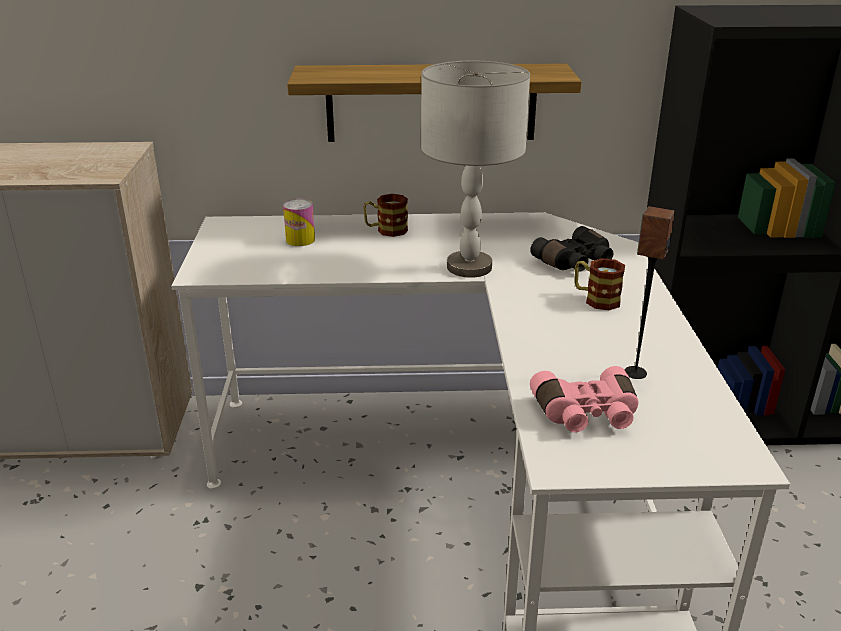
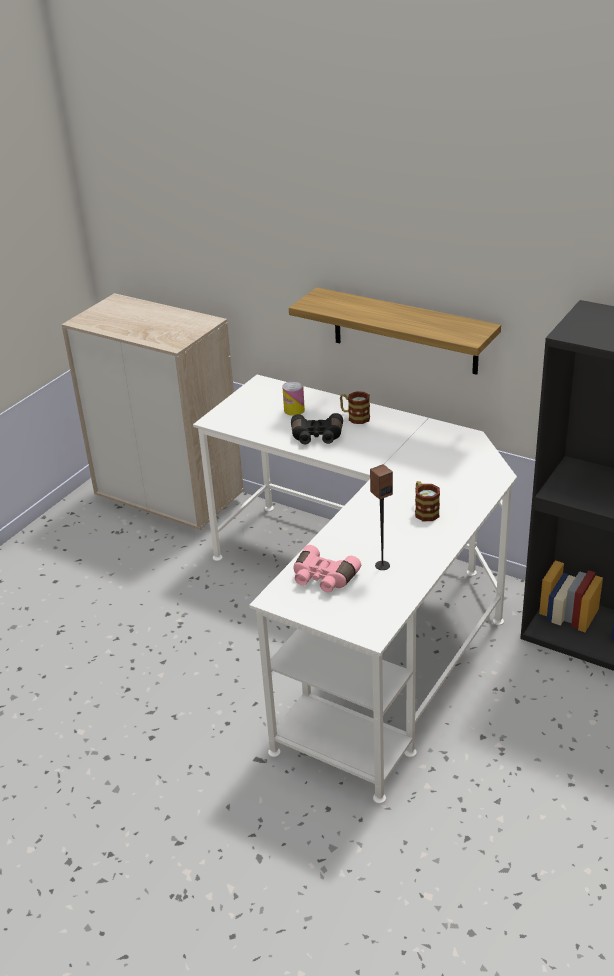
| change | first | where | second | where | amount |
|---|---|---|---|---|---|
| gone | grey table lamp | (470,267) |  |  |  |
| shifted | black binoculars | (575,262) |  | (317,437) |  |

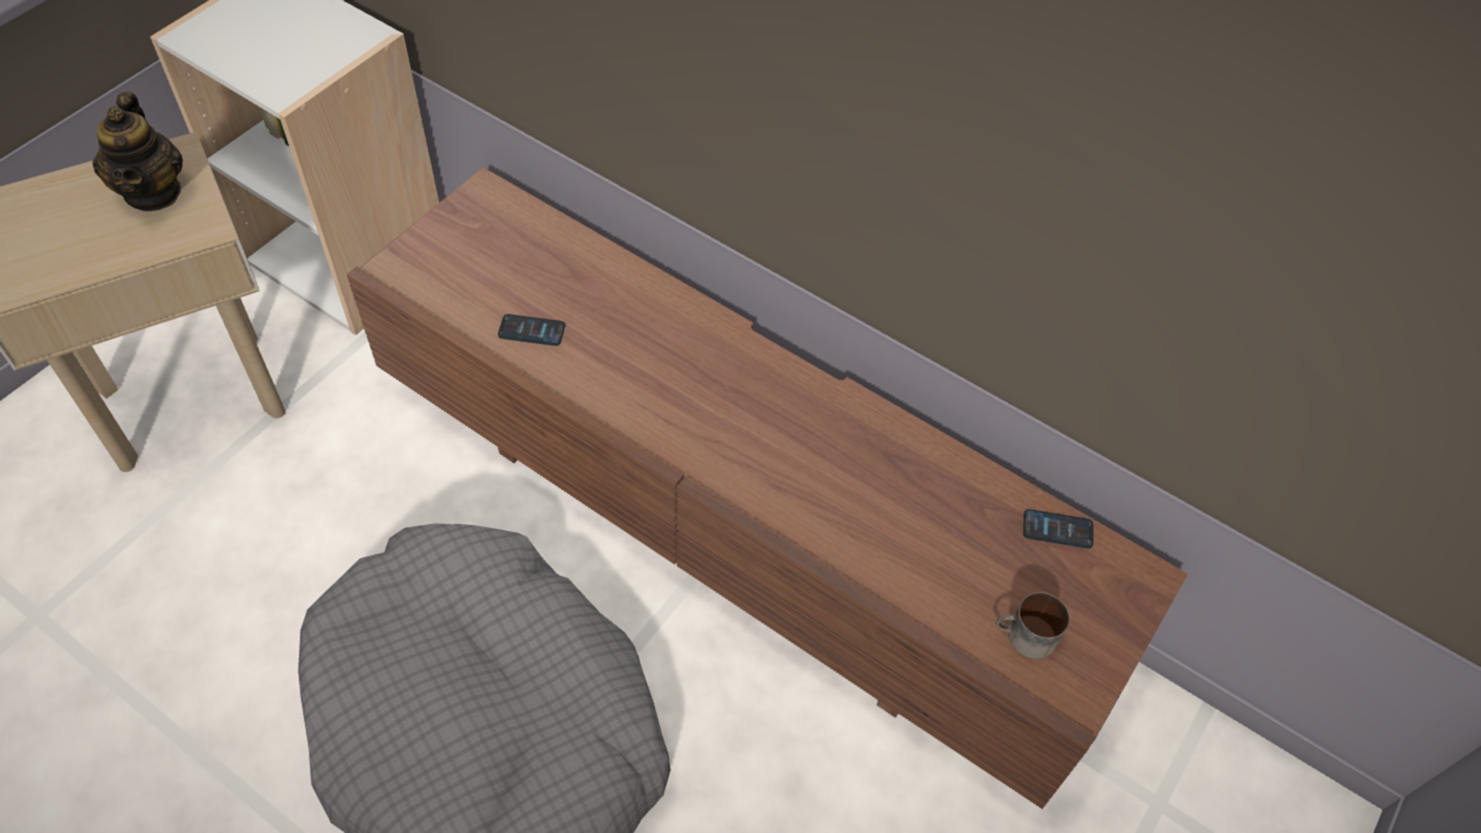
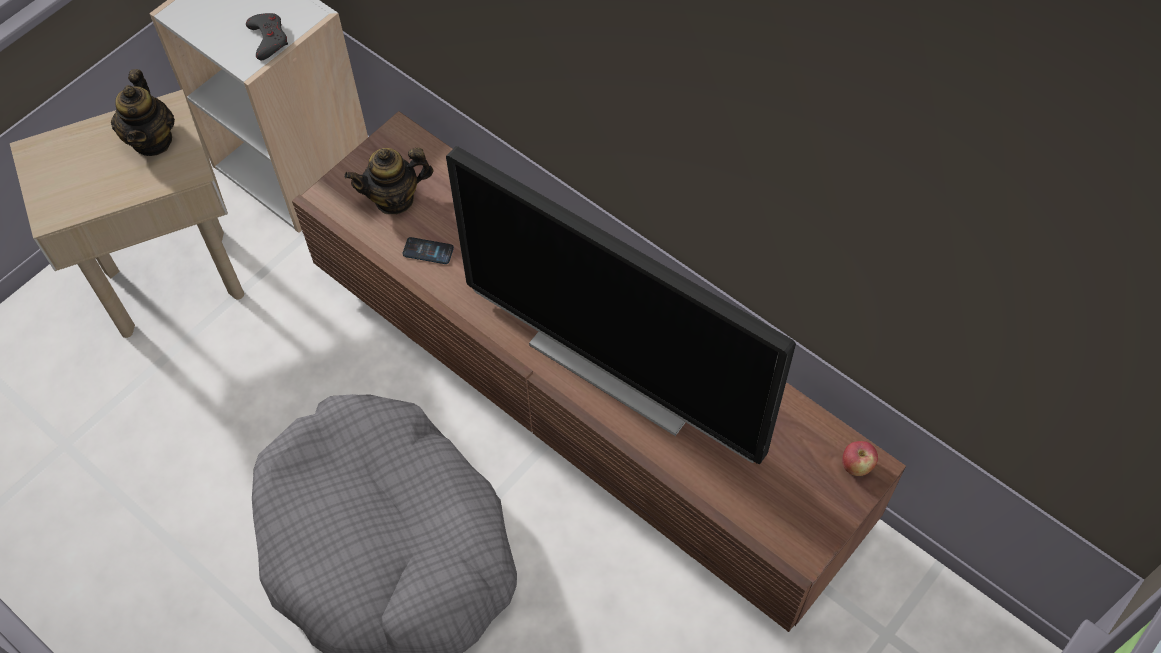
| change | first | where | second | where | amount |
|---|---|---|---|---|---|
| gone | mug | (1025,637) |  |  |  |
| gone | phone | (1057,529) |  |  |  |
| new |  |  | grey game controller | (268,39) |  |
| new |  |  | teapot | (394,199) |  |
| new |  |  | television | (616,369) |  |
| new |  |  | apple | (856,466) |  |

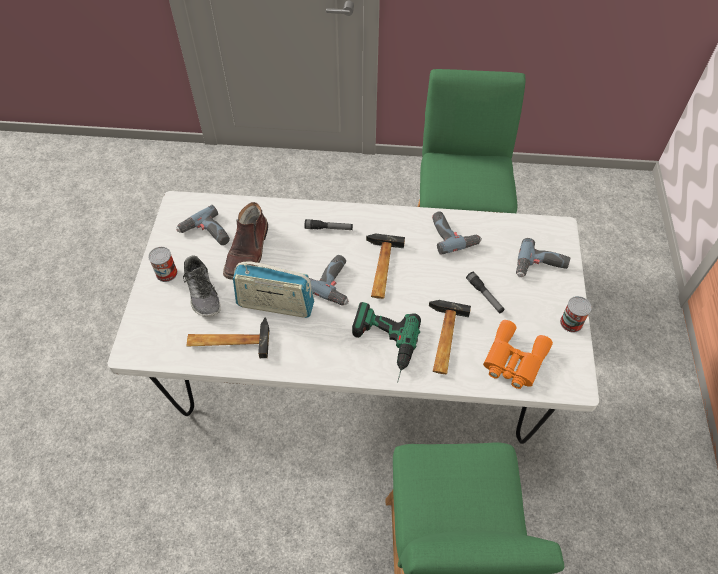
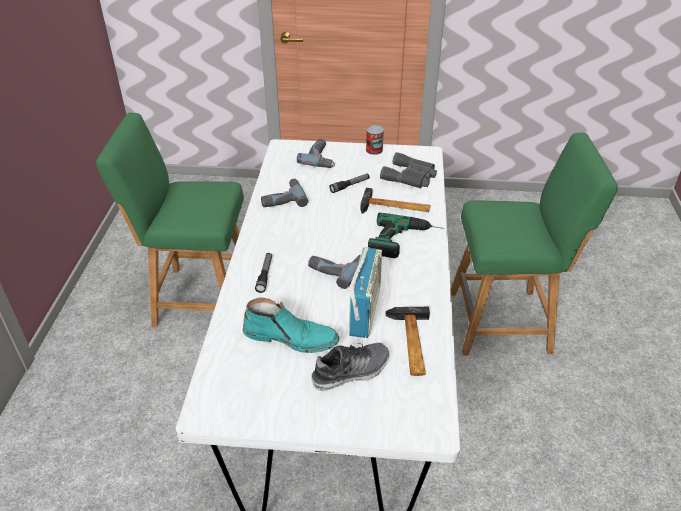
| change | first | where | second | where | amount |
|---|---|---|---|---|---|
| gone | can | (166,273) |  |  |  |
| gone | power drill | (206,234) |  |  |  |
| repainted | brown boot | (248,251) | turquoise boot | (291,337) |  |
| gone | hammer | (380,269) |  |  |  |
| repainted | orange binoculars | (513,360) | grey binoculars | (410,177) |  |

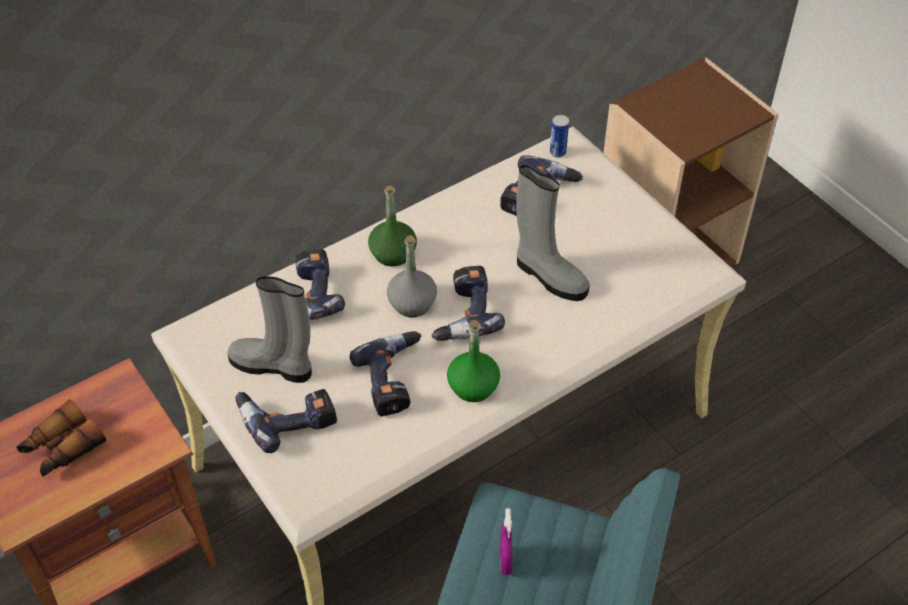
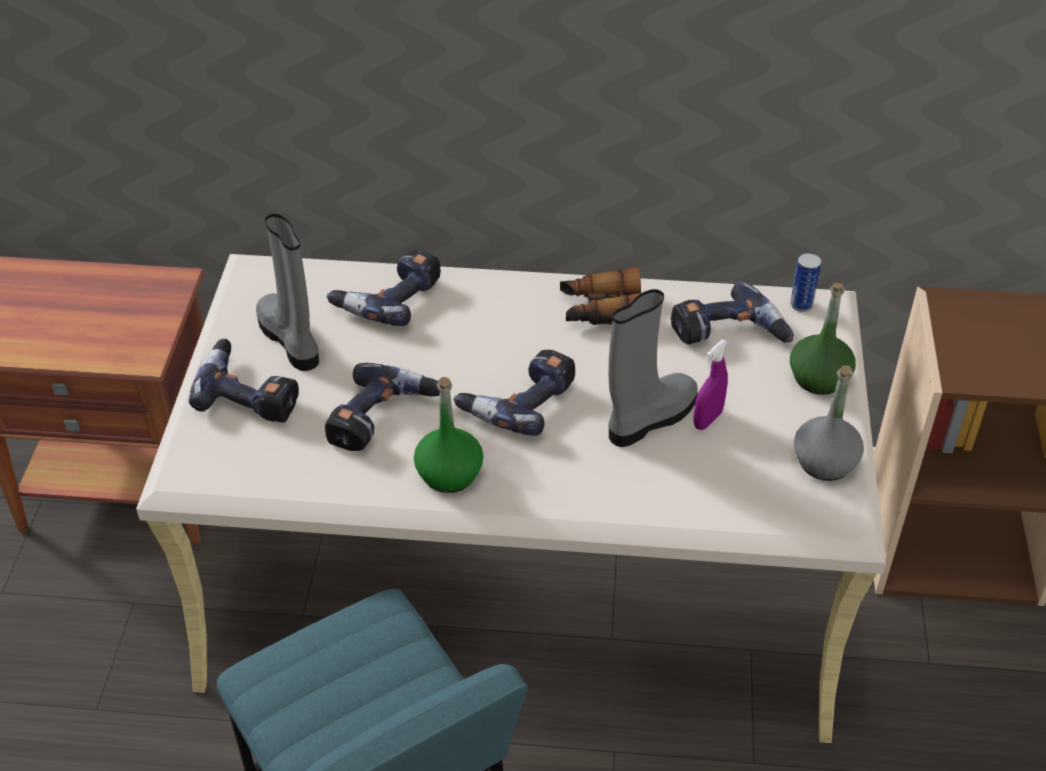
| change | first | where | second | where | amount |
|---|---|---|---|---|---|
| shifted | binoculars | (62,448) |  | (601,310) |  |
| shifted | green bottle | (392,253) |  | (818,378) |  |
| shifted | grey bottle | (412,303) |  | (825,462) |  |
| shifted | purple spray bottle | (505,561) |  | (707,419) |  |
| rotated | grey boot | (549,276) |  | (649,418) | 120 degrees counterclockwise |

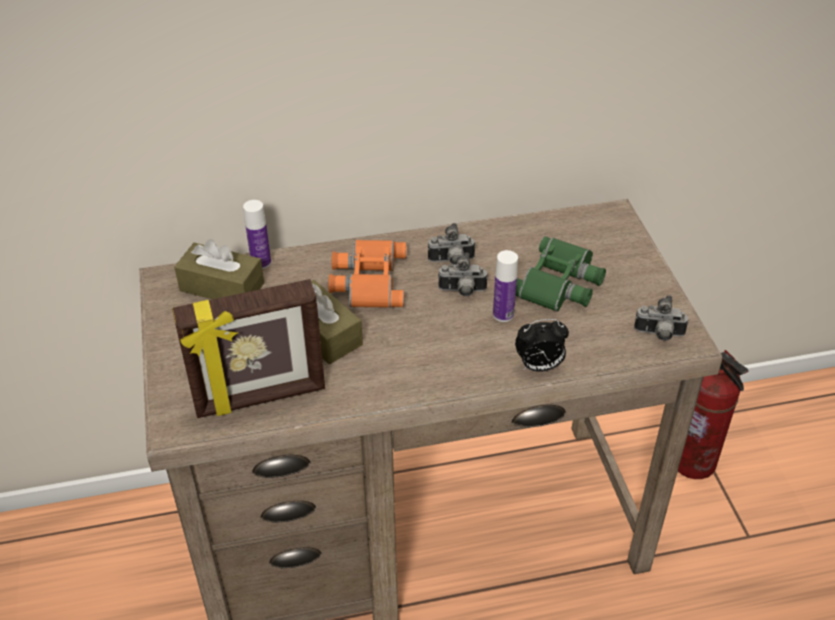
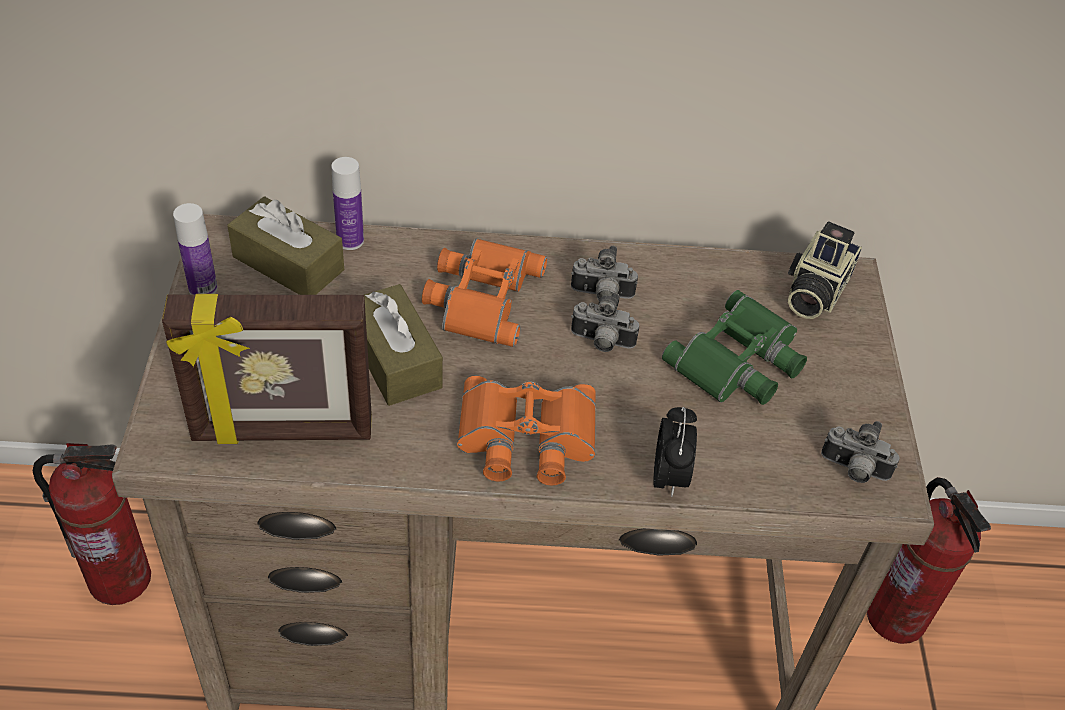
| change | first | where | second | where | amount |
|---|---|---|---|---|---|
| shifted | bottle | (503,314) |  | (203,288) |  |
| rotated | alarm clock | (539,366) |  | (669,477) | 90 degrees counterclockwise |
| new |  |  | fire extinguisher | (121,577) |  |
| new |  |  | orange binoculars | (525,439) |  |
| new |  |  | photo camera | (813,292) |  |

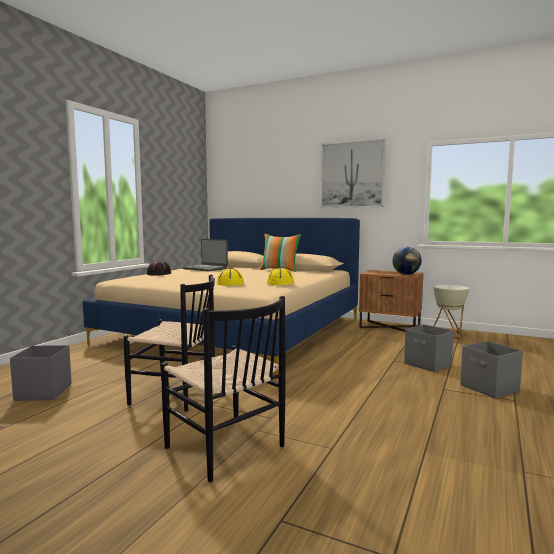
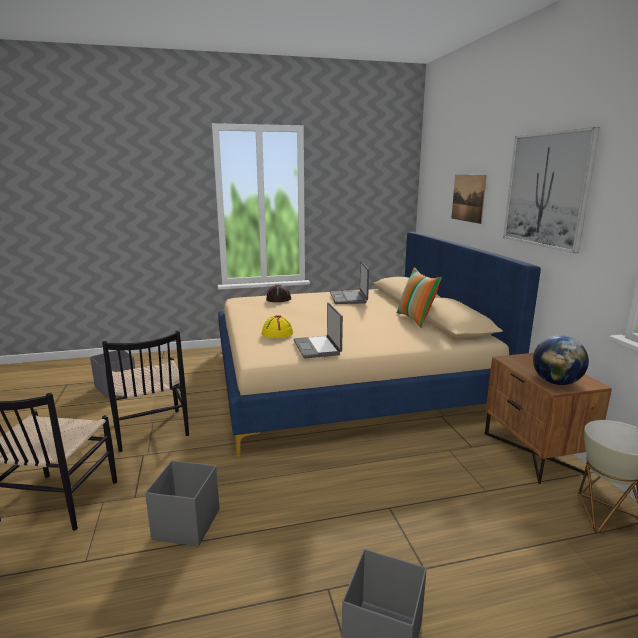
| change | first | where | second | where | amount |
|---|---|---|---|---|---|
| swapped | yellow hat | (280,283) | laptop | (318,348) |  |
| shifted | grey storage box | (428,364) |  | (186,525) |  |
| new |  |  | picture | (468,198) |  |

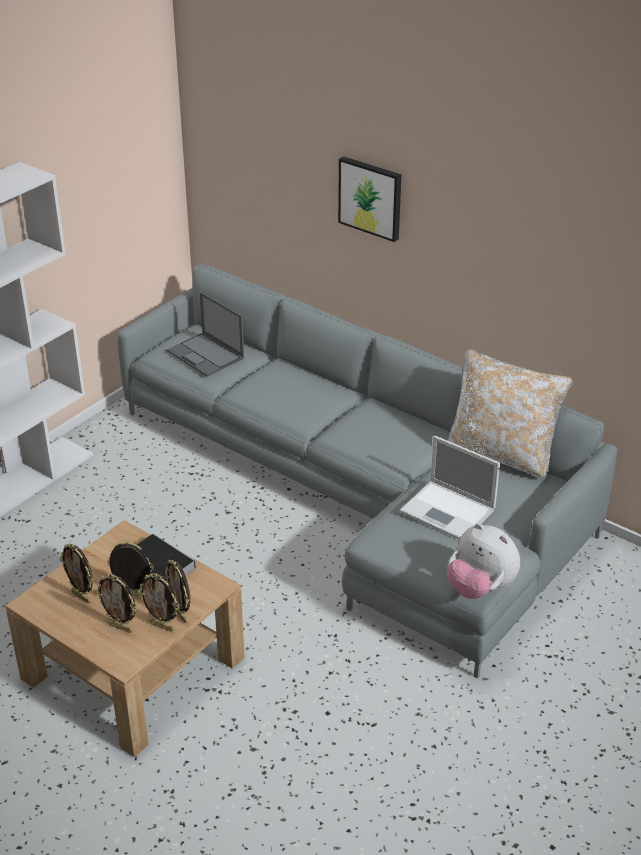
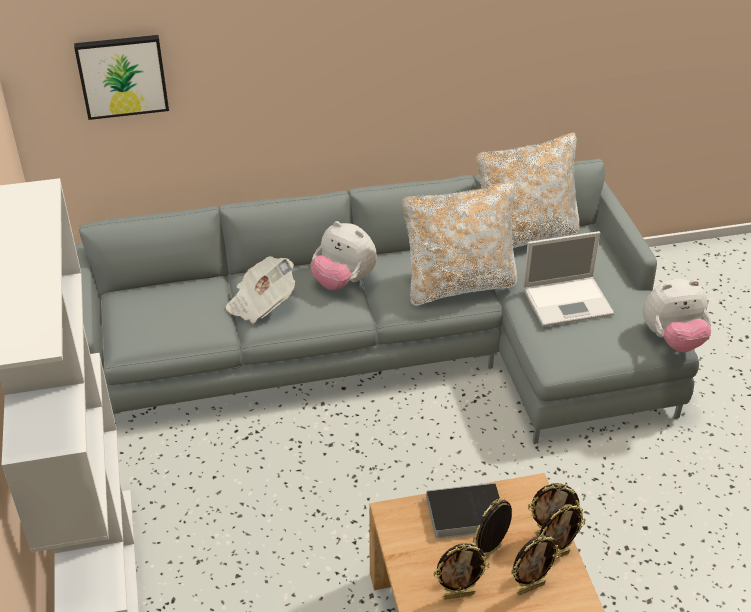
| change | first | where | second | where | amount |
|---|---|---|---|---|---|
| gone | laptop | (206,355) |  |  |  |
| shifted | picture | (371,197) |  | (122,75) |  |
| new |  |  | newspaper | (261,304) |  |
| new |  |  | plush toy | (343,281) |  |
| new |  |  | white pillow | (460,287) |  |

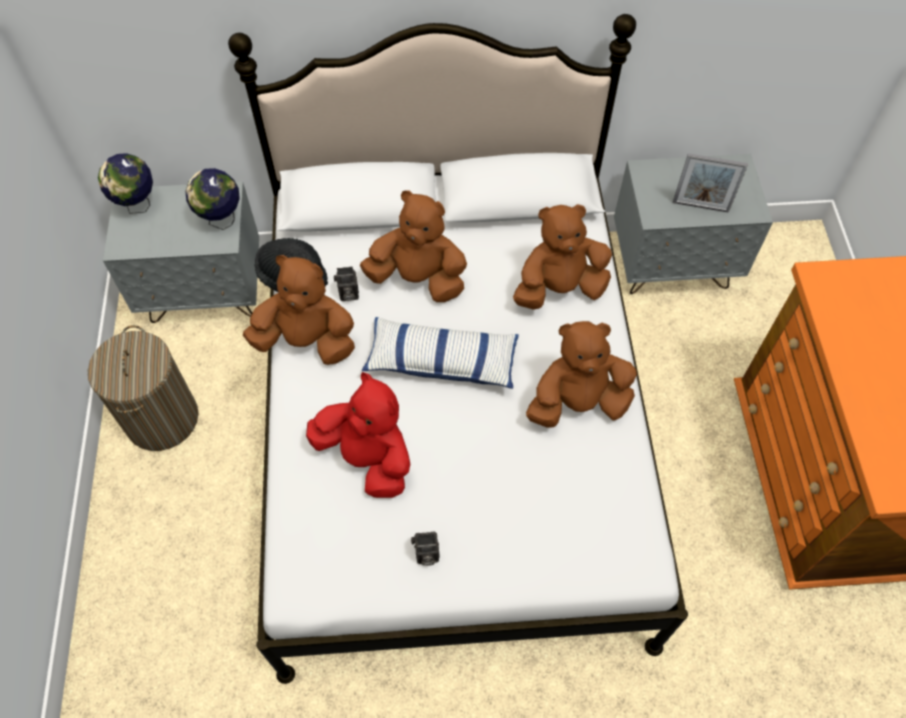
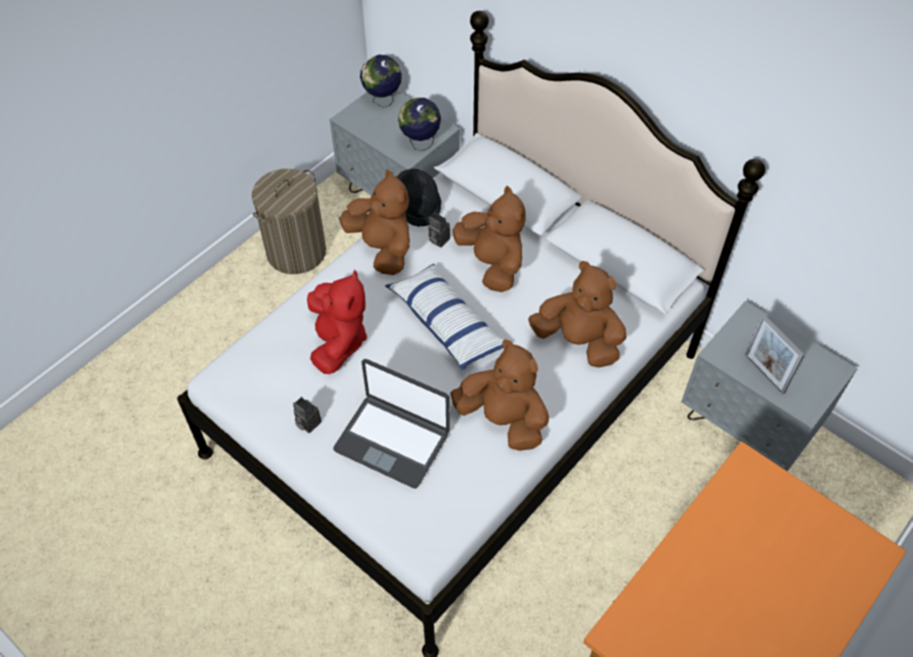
| change | first | where | second | where | amount |
|---|---|---|---|---|---|
| new |  |  | laptop | (392,440) |  |

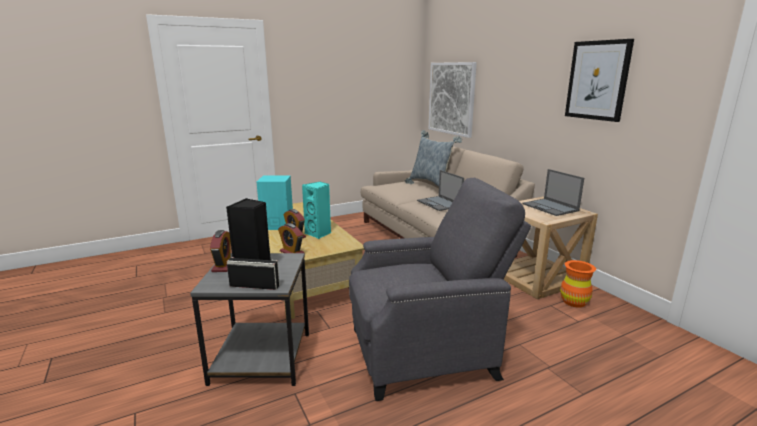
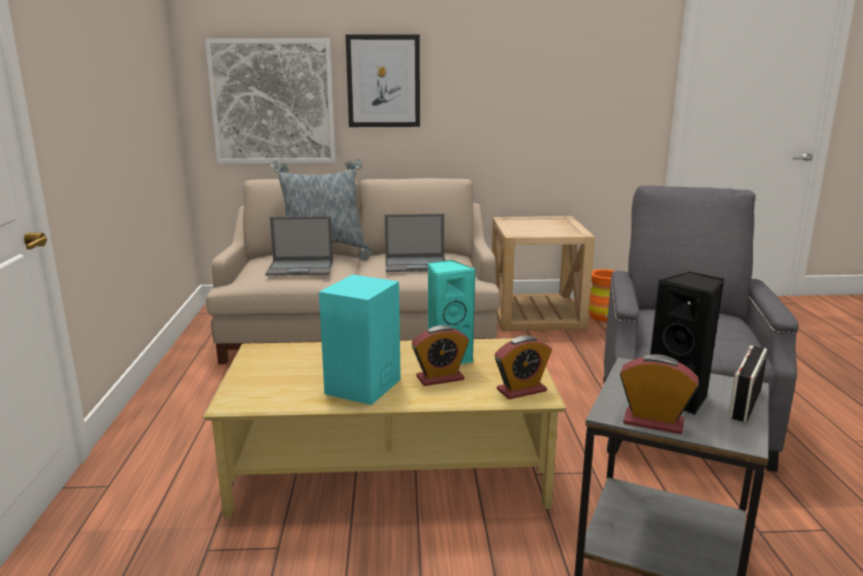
| change | first | where | second | where | amount |
|---|---|---|---|---|---|
| shifted | laptop | (550,207) |  | (301,268) |  |
| shifted | picture | (597,80) |  | (383,81) |  |

